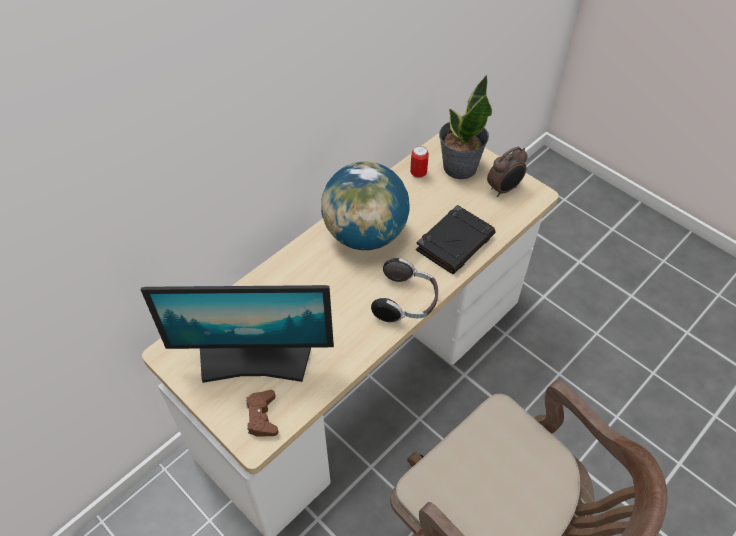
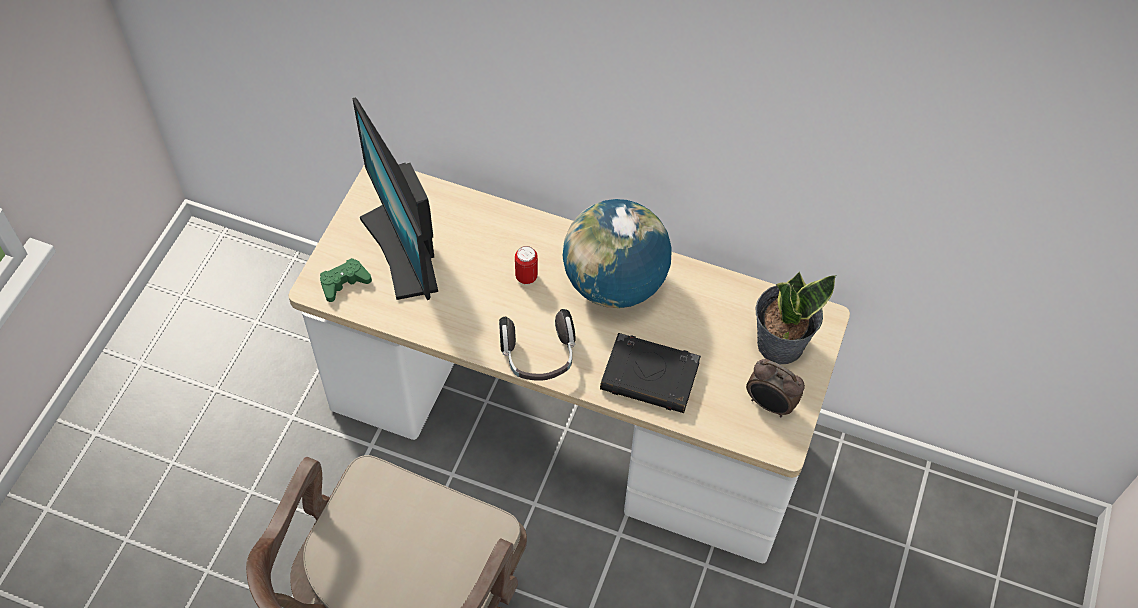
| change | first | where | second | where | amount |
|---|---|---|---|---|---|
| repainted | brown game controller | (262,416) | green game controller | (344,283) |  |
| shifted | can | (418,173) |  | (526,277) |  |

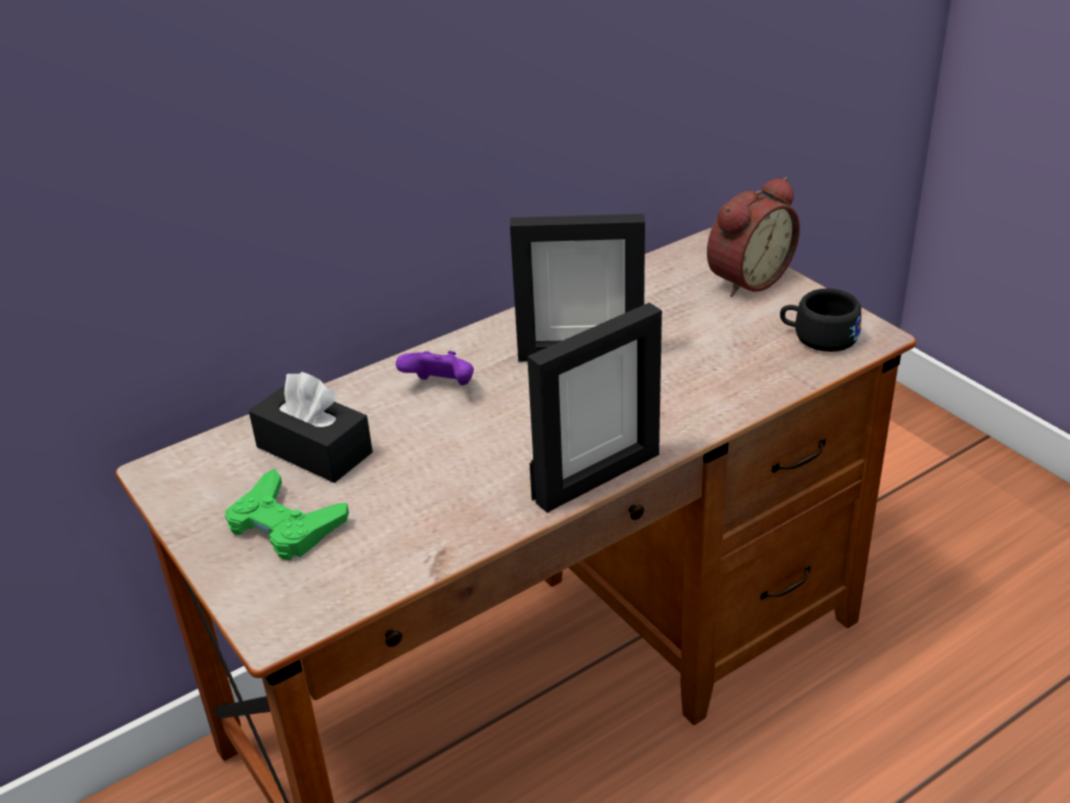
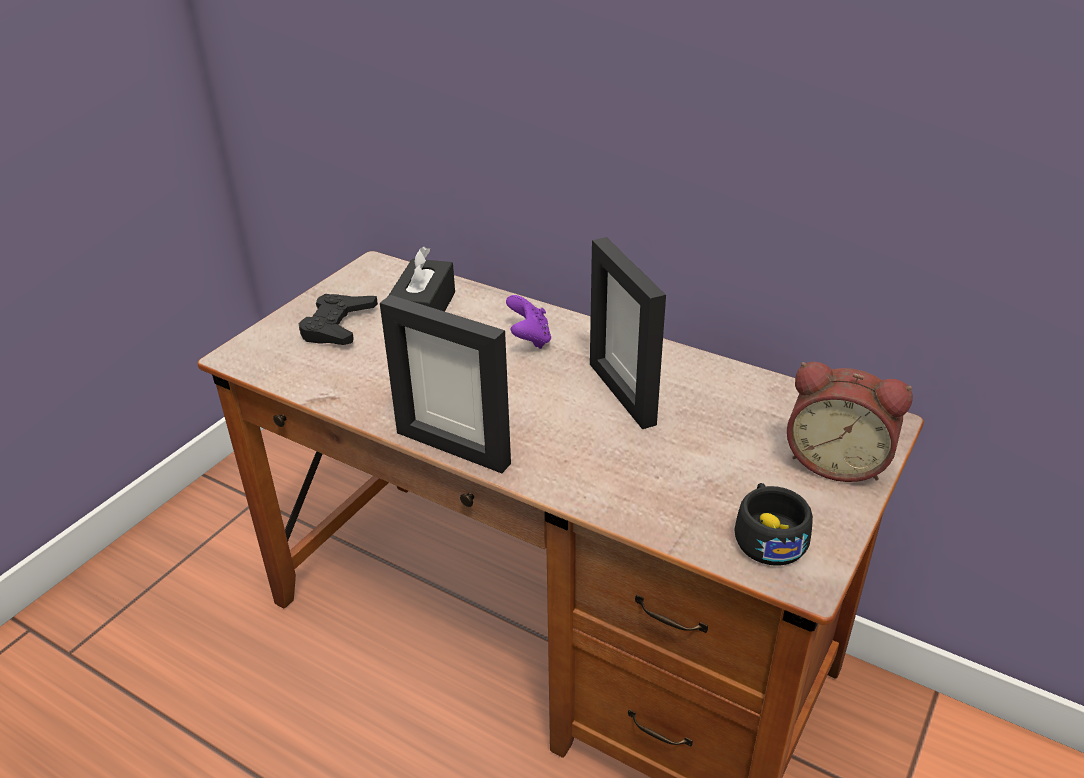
| change | first | where | second | where | amount |
|---|---|---|---|---|---|
| repainted | green game controller | (285,525) | black game controller | (338,326) |  |

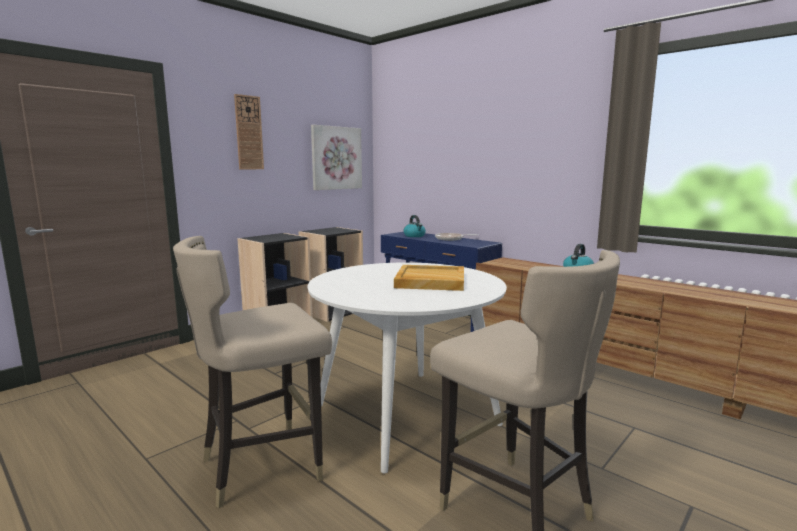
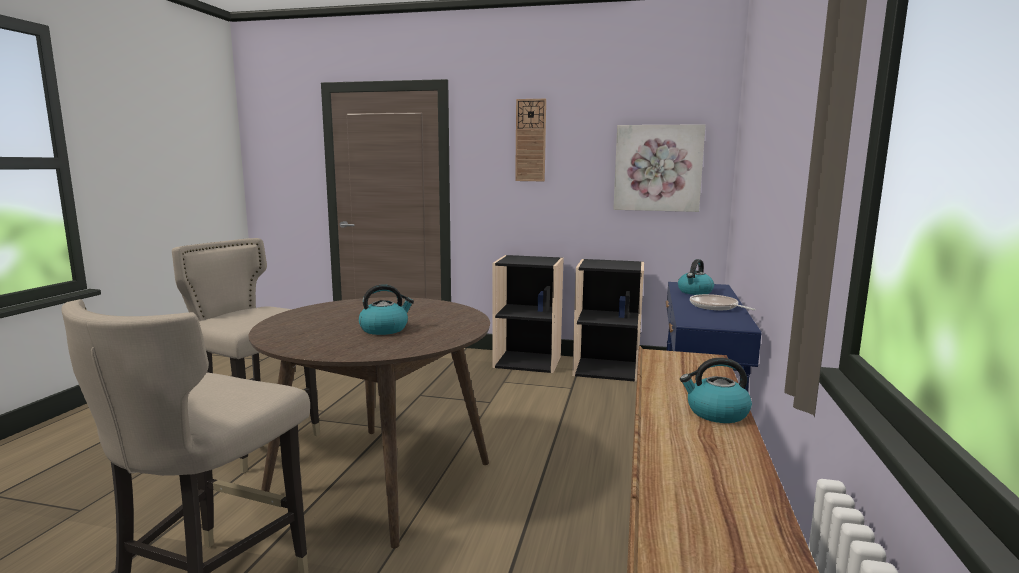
| change | first | where | second | where | amount |
|---|---|---|---|---|---|
| repainted | white dining table | (406,414) | brown dining table | (381,480) |  |
| swapped | beige tray | (430,281) | kettle | (385,329) |  |

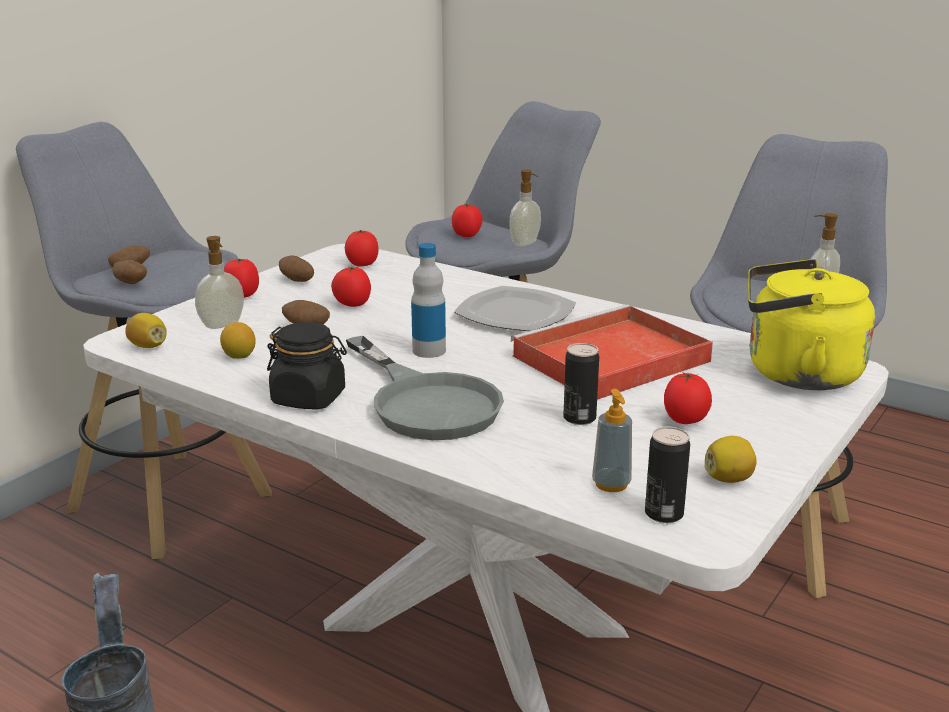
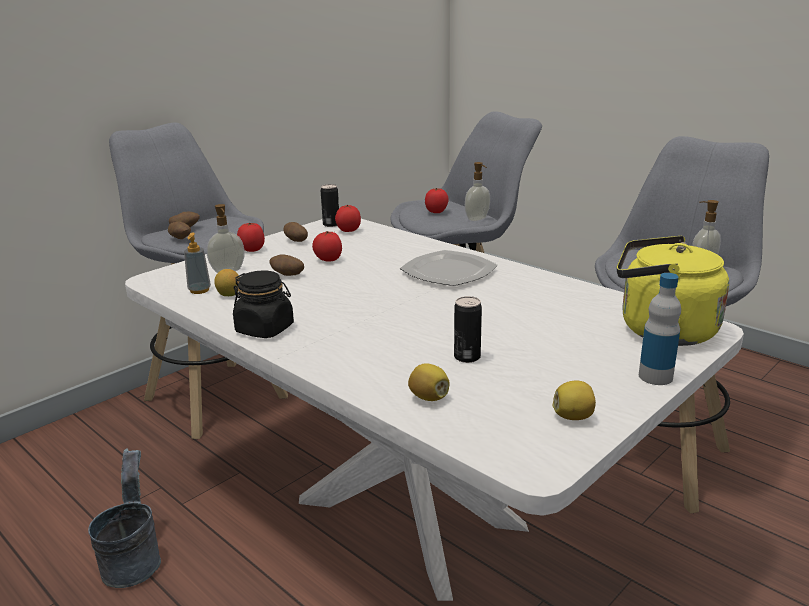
| change | first | where | second | where | amount |
|---|---|---|---|---|---|
| shifted | lemon | (148,346) |  | (429,397) |  |
| gone | grey frying pan | (426,402) |  |  |  |
| shifted | bottle | (429,351) |  | (655,376) |  |
| gone | red tray | (608,360) |  |  |  |
| shifted | soap dispenser | (611,484) |  | (199,290) |  |
| shifted | can | (664,514) |  | (331,224) |  |
| gone | tomato | (684,421) |  |  |  |

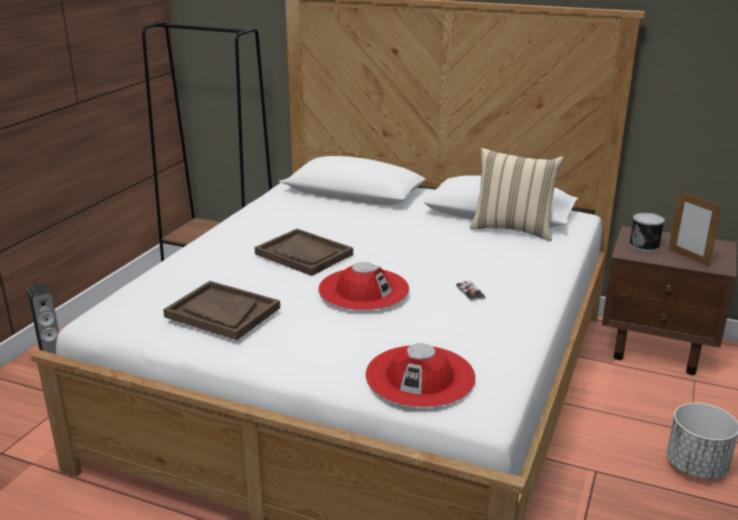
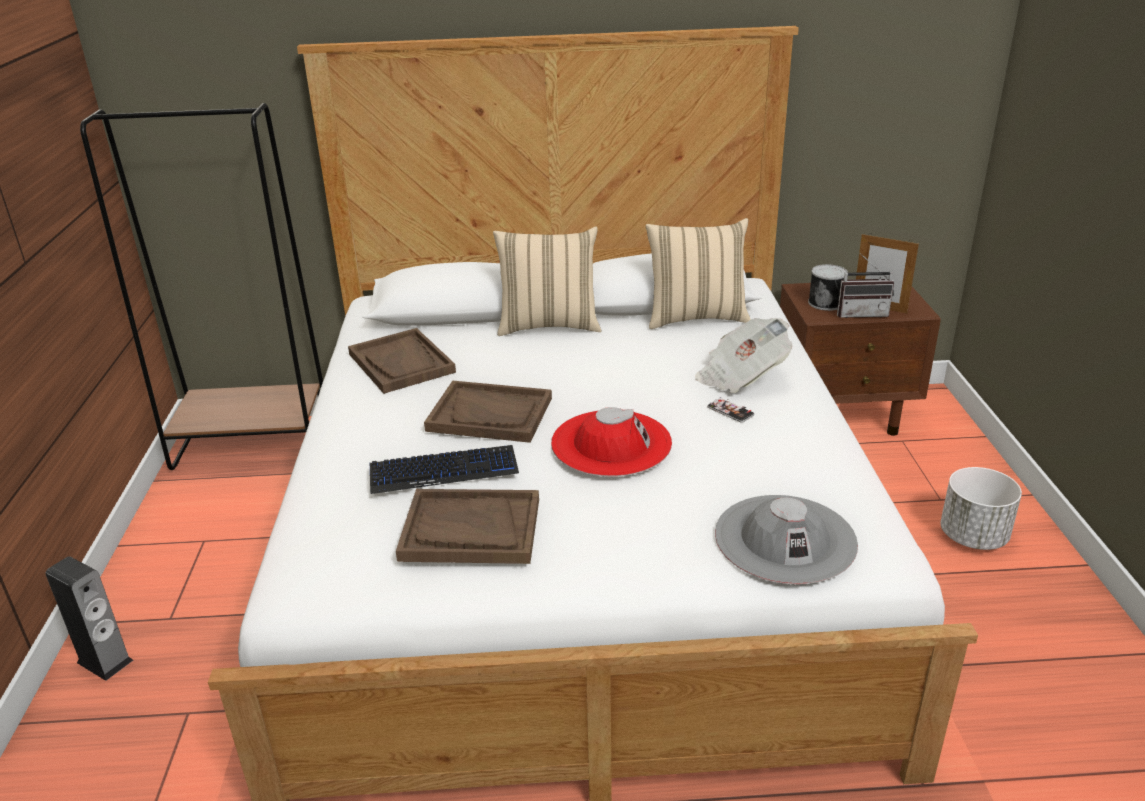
| change | first | where | second | where | amount |
|---|---|---|---|---|---|
| repainted | red hat | (420,376) | grey hat | (785,539) |  |
| new |  |  | brown tray | (402,363) |  |
| new |  |  | keyboard | (444,471) |  |
| new |  |  | beige pillow | (549,325) |  |
| new |  |  | newspaper | (741,376) |  |
| new |  |  | radio | (861,313) |  |

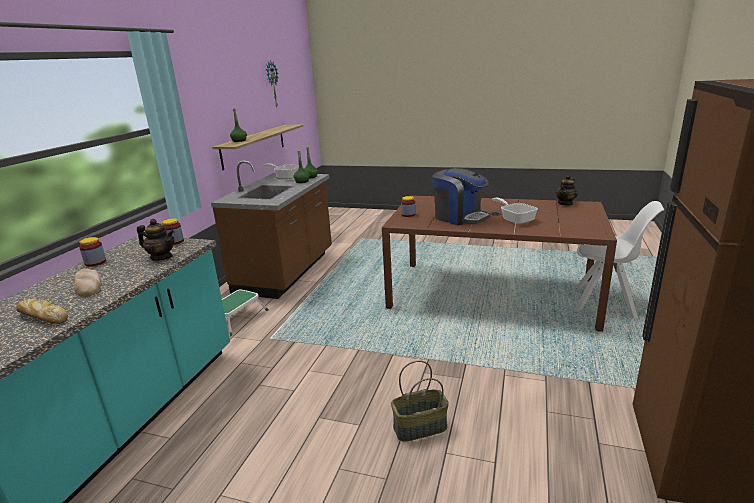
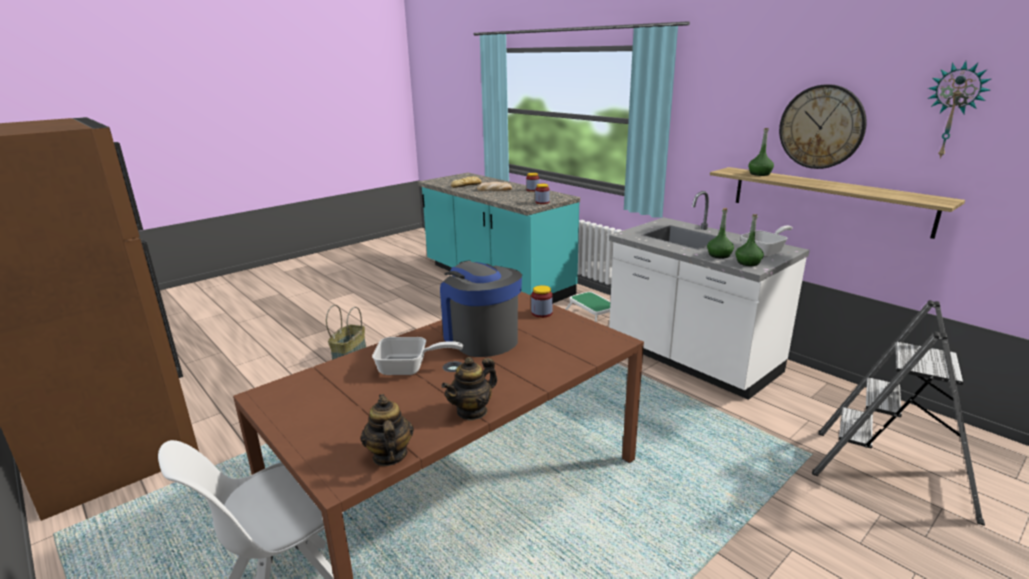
| change | first | where | second | where | amount |
|---|---|---|---|---|---|
| shifted | teapot | (161,257) |  | (472,411) |  |
| repainted | brown counter | (286,272) | white counter | (691,359) |  |
| rotated | coffee machine | (460,217) |  | (480,337) | 75 degrees clockwise |
| new |  |  | wall clock | (821,127) |  |
| new |  |  | grey step ladder | (894,473) |  |

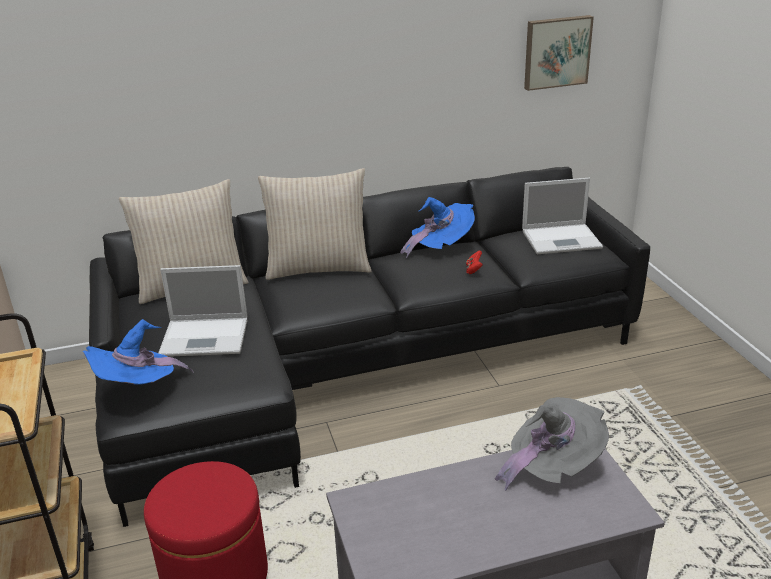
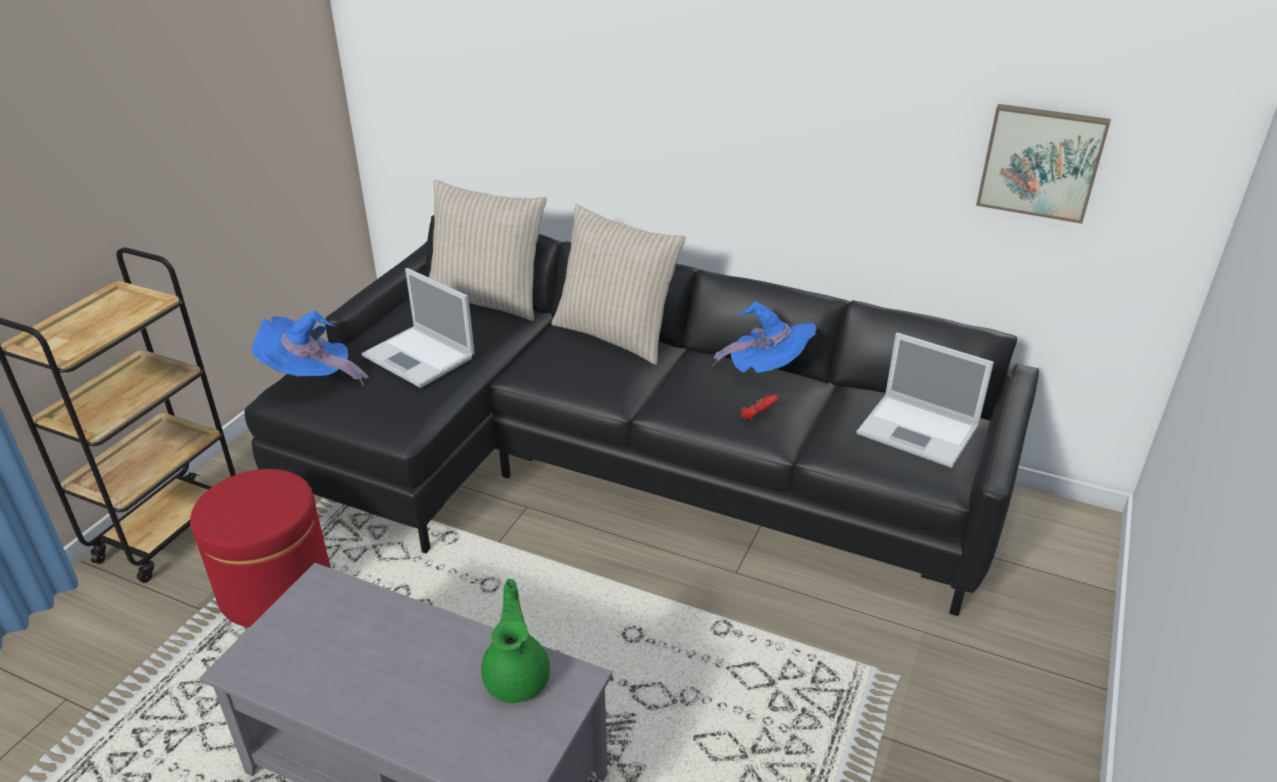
| change | first | where | second | where | amount |
|---|---|---|---|---|---|
| swapped | grey hat | (552,465) | green teapot | (518,677) |  |

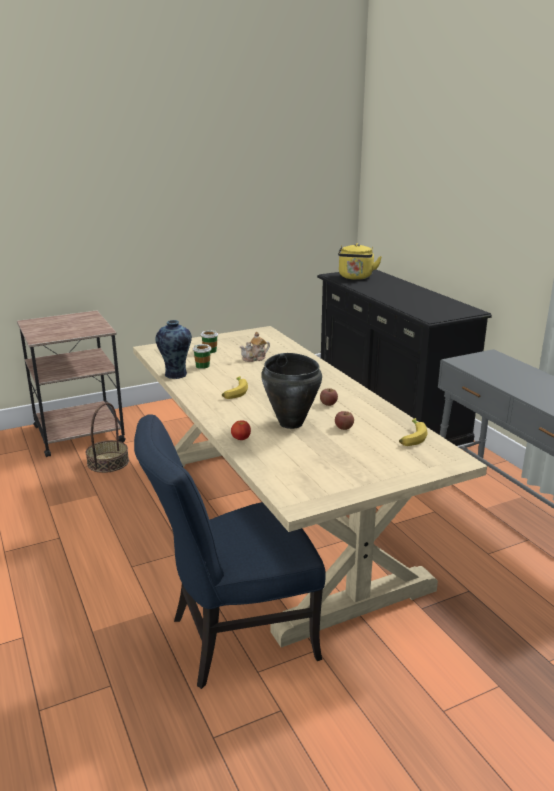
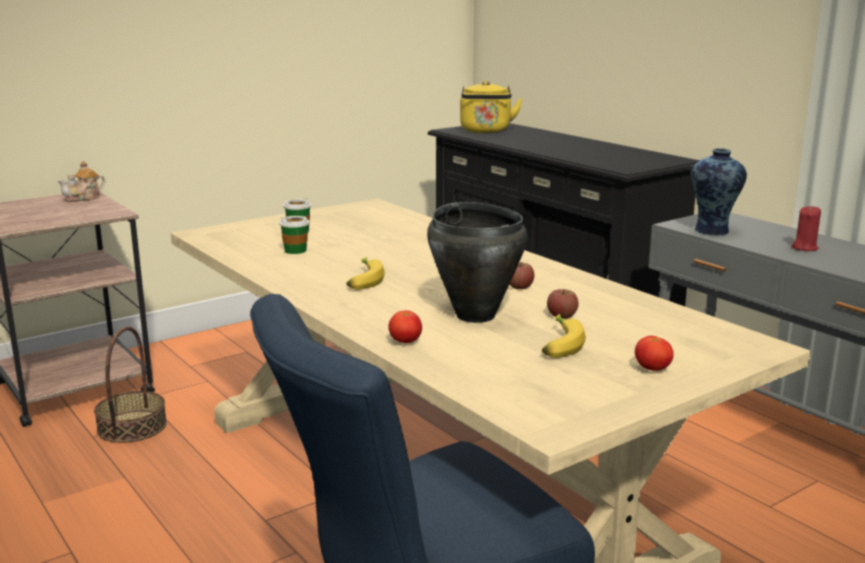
| change | first | where | second | where | amount |
|---|---|---|---|---|---|
| shifted | vase | (175,375) |  | (712,231) |  |
| shifted | teapot | (255,358) |  | (84,198) |  |
| shifted | banana | (411,437) |  | (558,345) |  |
| new |  |  | tomato | (652,369) |  |
| new |  |  | red candle | (804,248) |  |

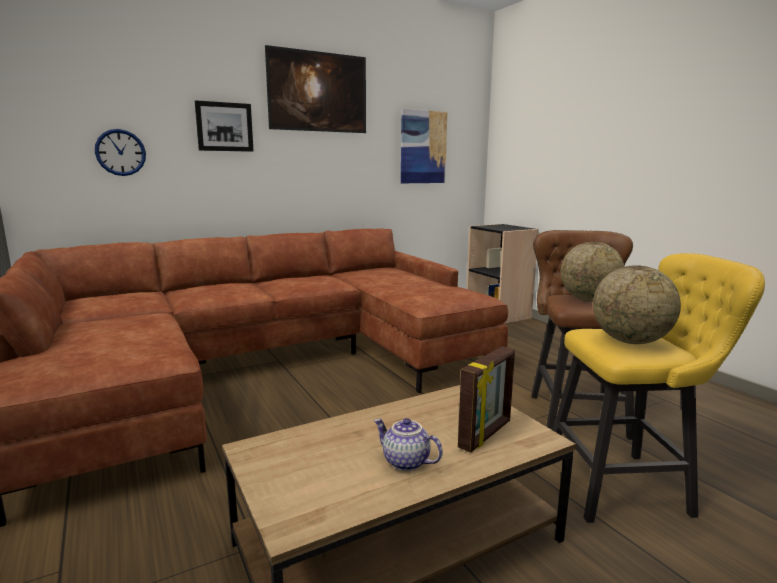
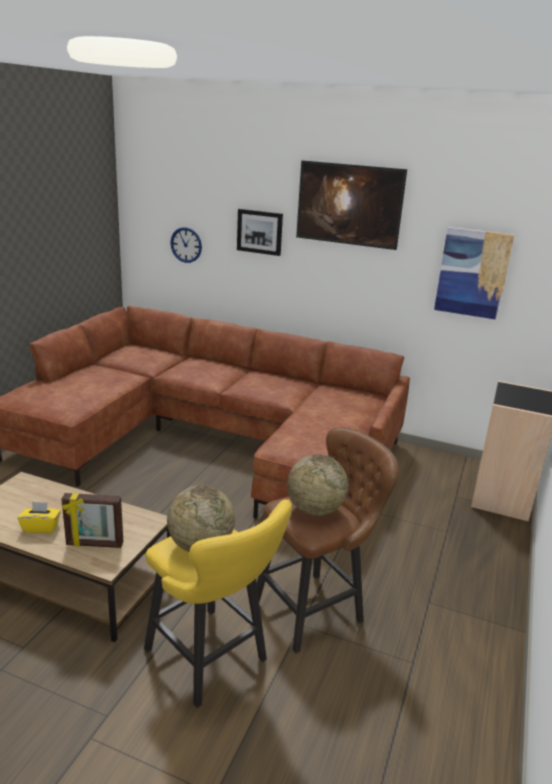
| change | first | where | second | where | amount |
|---|---|---|---|---|---|
| swapped | teapot | (405,462) | yellow tissue box | (41,527) |  |

